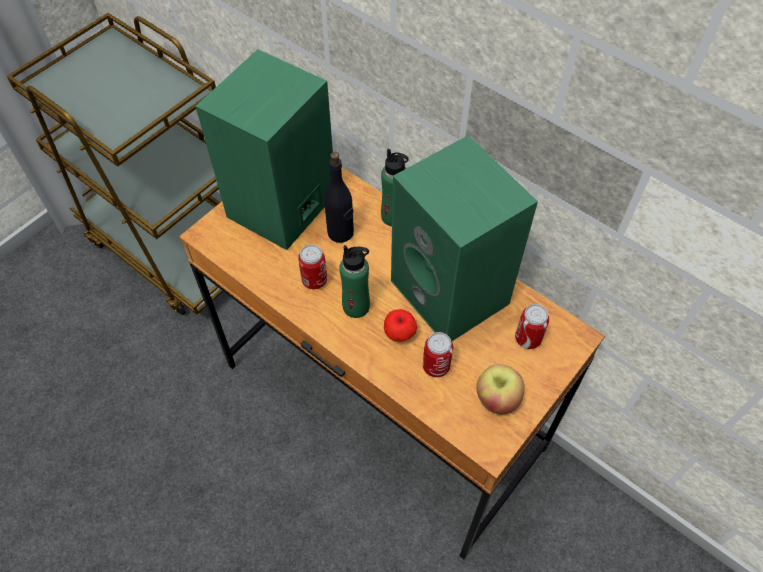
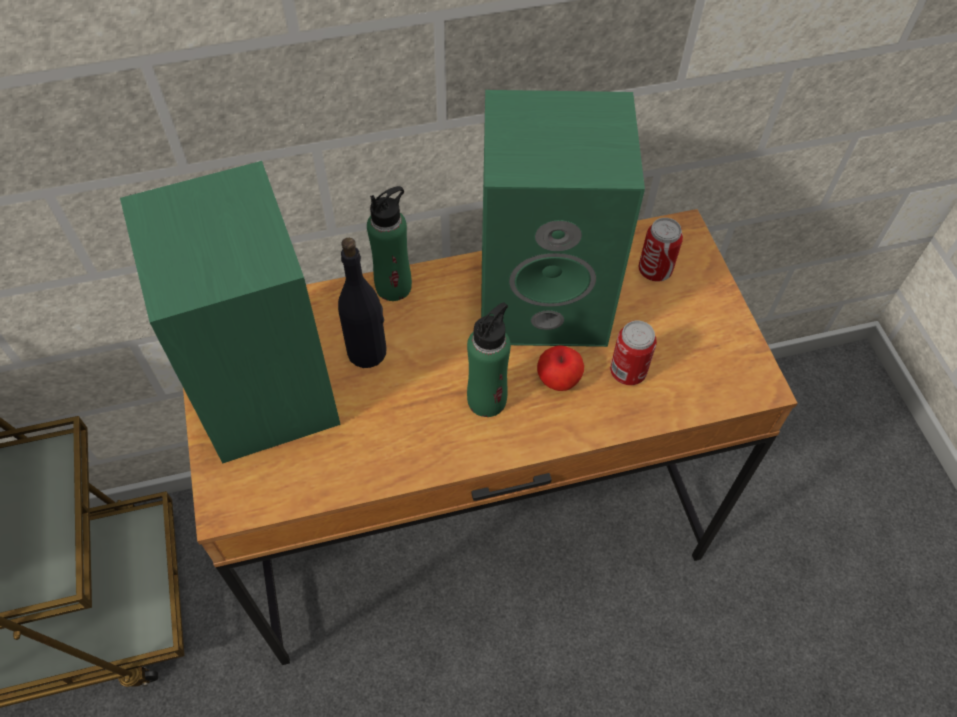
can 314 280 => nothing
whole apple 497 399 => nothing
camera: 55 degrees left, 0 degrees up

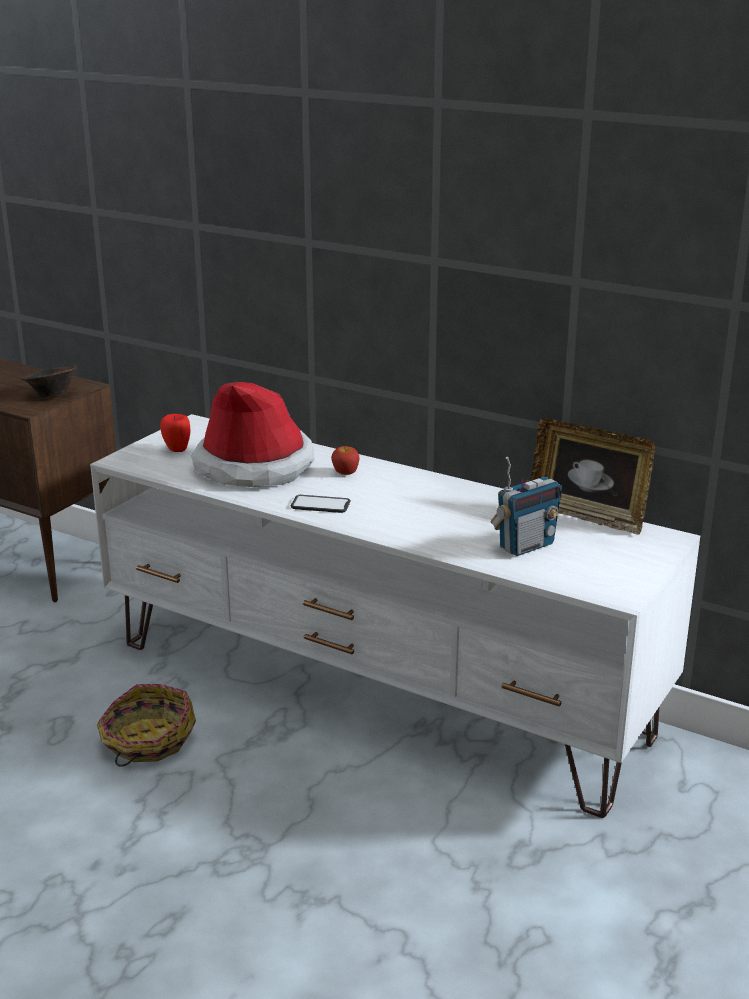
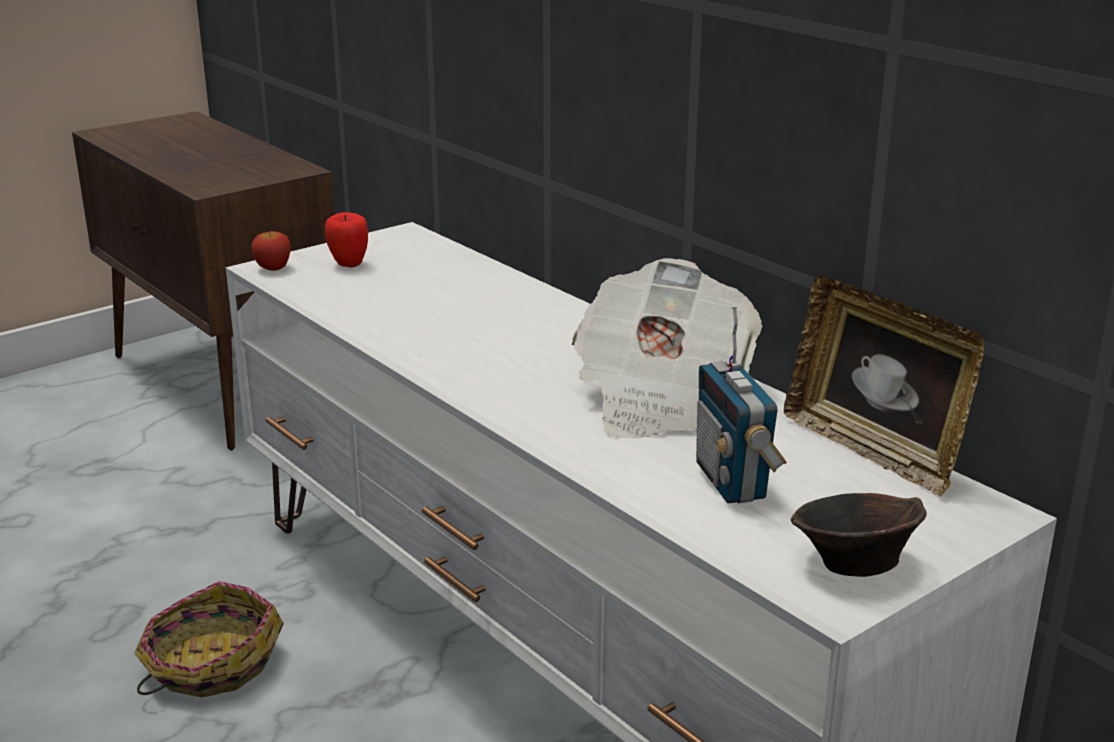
whole apple 345 472 => whole apple 273 268, shifted
nothing => printed paper 660 397
radio set 525 546 => radio set 733 482, 90 degrees clockwise
deep dish (brownish) 51 396 => deep dish (brownish) 852 565, shifted
clothing hat 254 466 => nothing
telephone 320 505 => nothing
camera: 20 degrees right, 0 degrees up

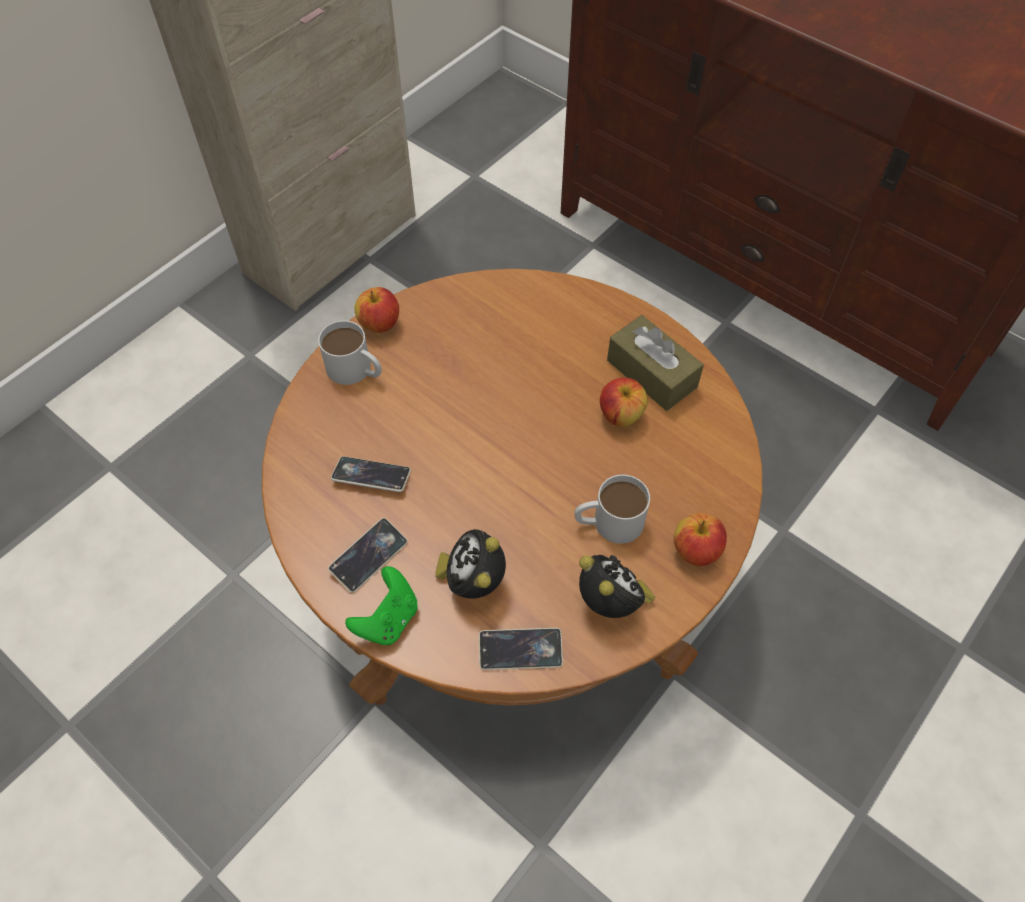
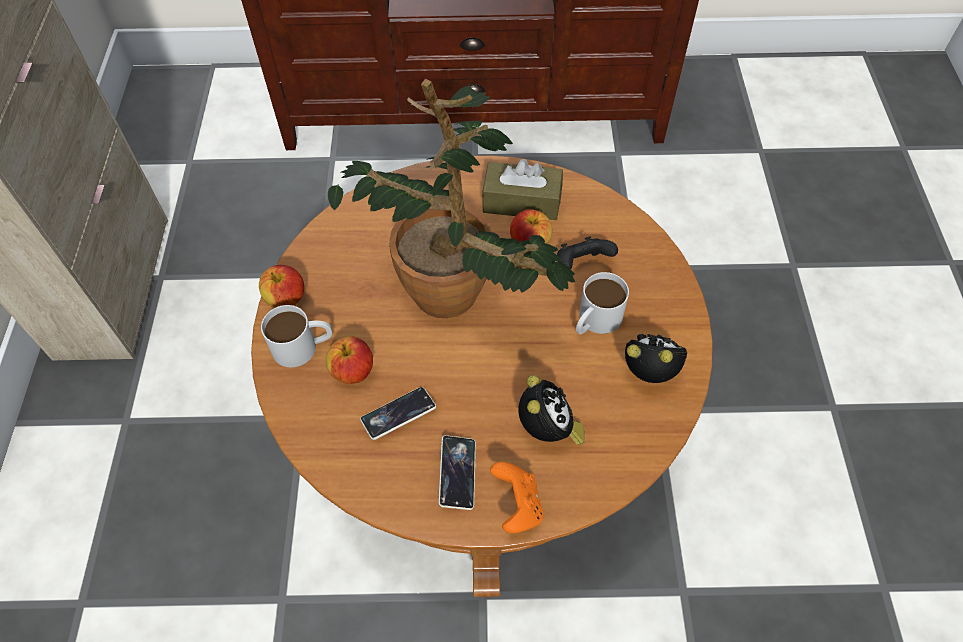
whole apple 696 551 => whole apple 353 371, shifted
nothing => houseplant 456 303
joypad (green-coloured) 388 619 => joypad (orange) 517 505
alarm clock 473 580 => alarm clock 548 430, 150 degrees counterclockwise
nothing => joypad (black) 581 264
telephone 520 651 => nothing
camera: 40 degrees left, 0 degrees up

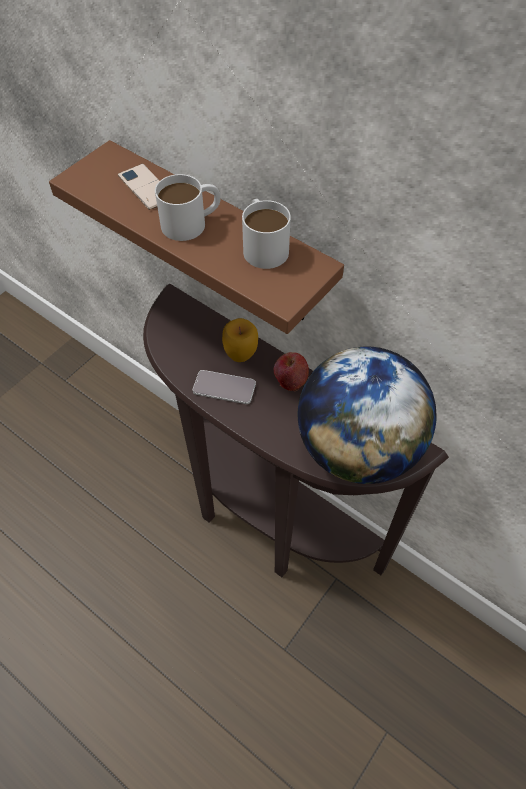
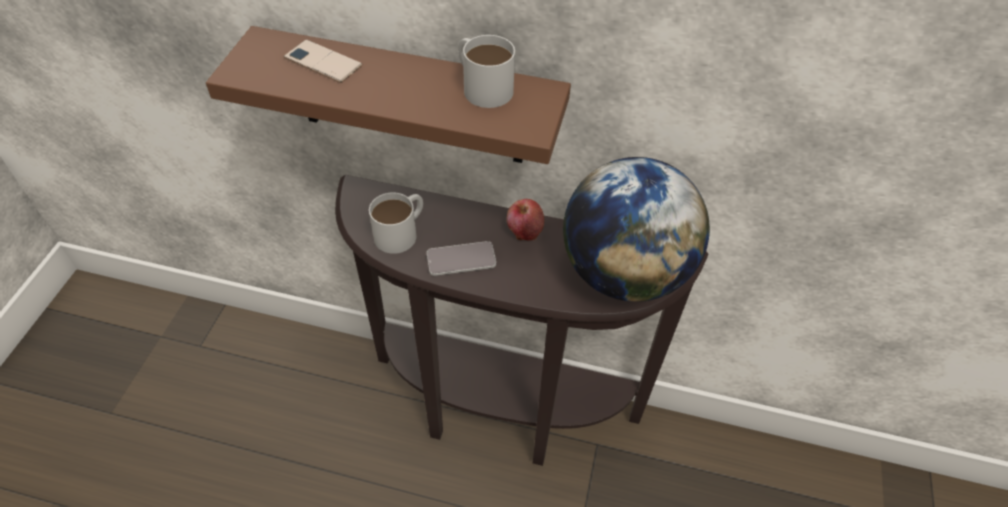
mug (white) 192 222 => mug (white) 401 231, shifted
whole apple 241 354 => nothing
camera: 25 degrees left, 5 degrees down

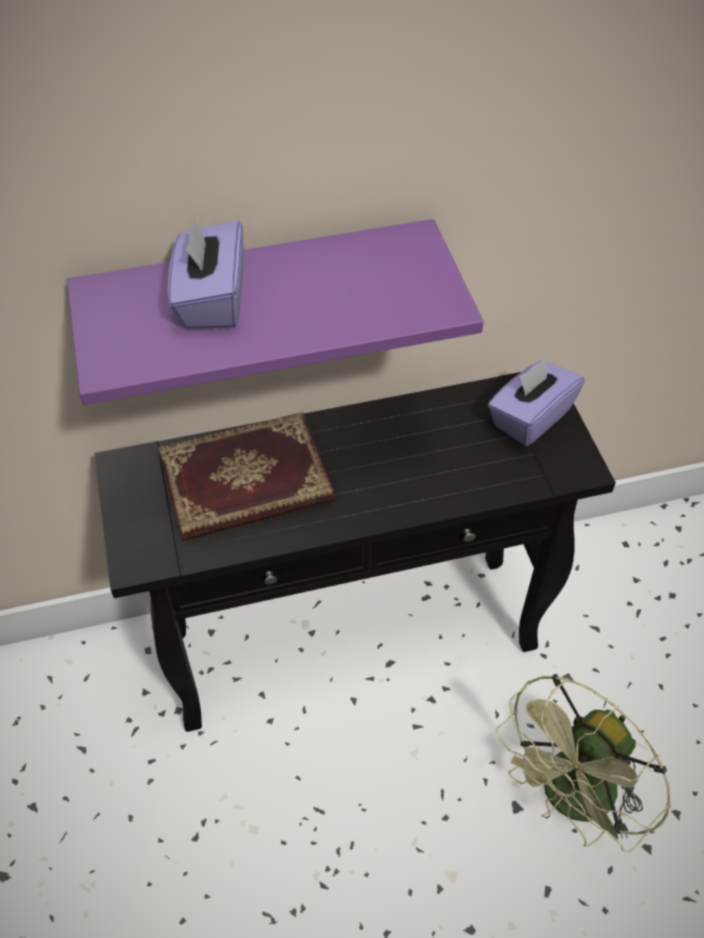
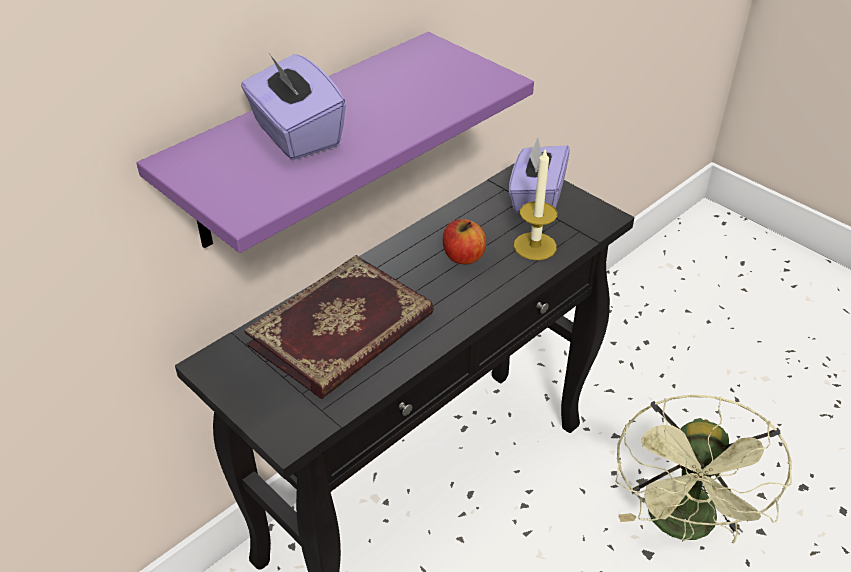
nothing => whole apple 463 256
nothing => candle 535 246
camera: 30 degrees left, 10 degrees down

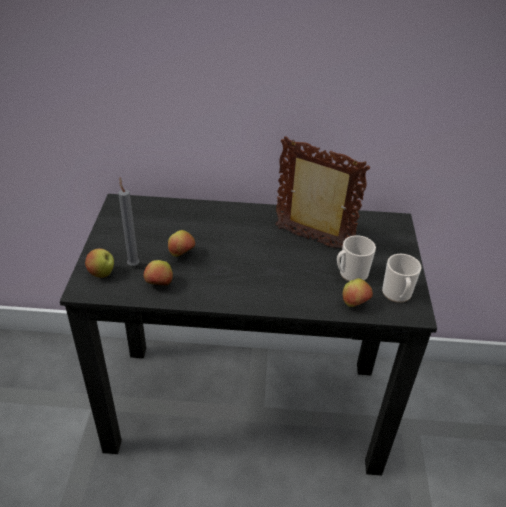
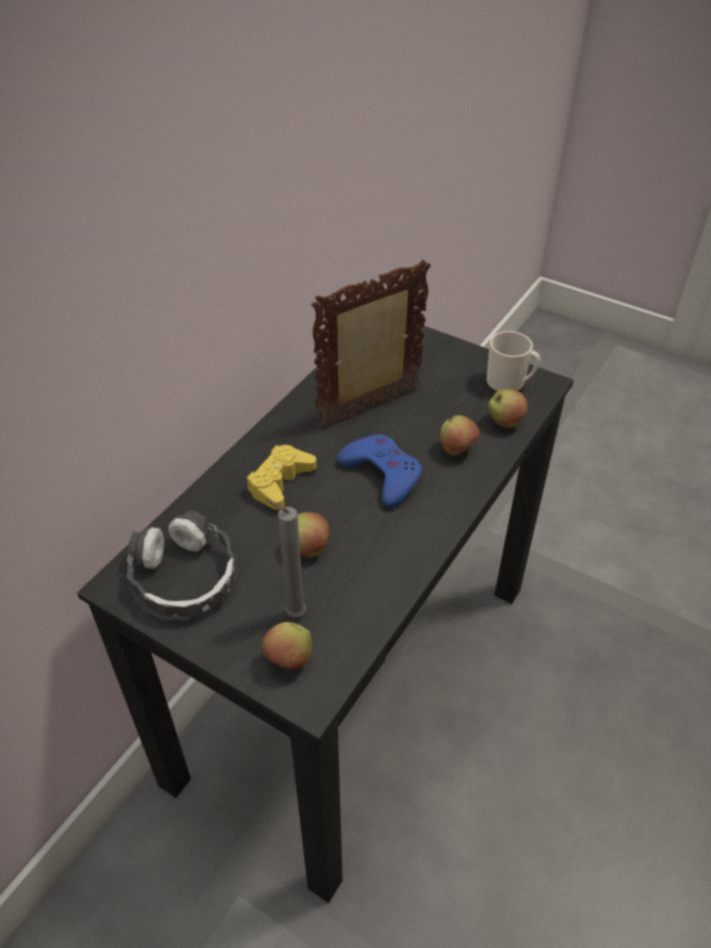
nothing => headphones 184 577
nothing => joypad (yellow) 280 482
nothing => joypad (blue) 382 474
whole apple 159 284 => whole apple 457 450, shifted
mug 350 274 => nothing
camera: 60 degrees left, 5 degrees up

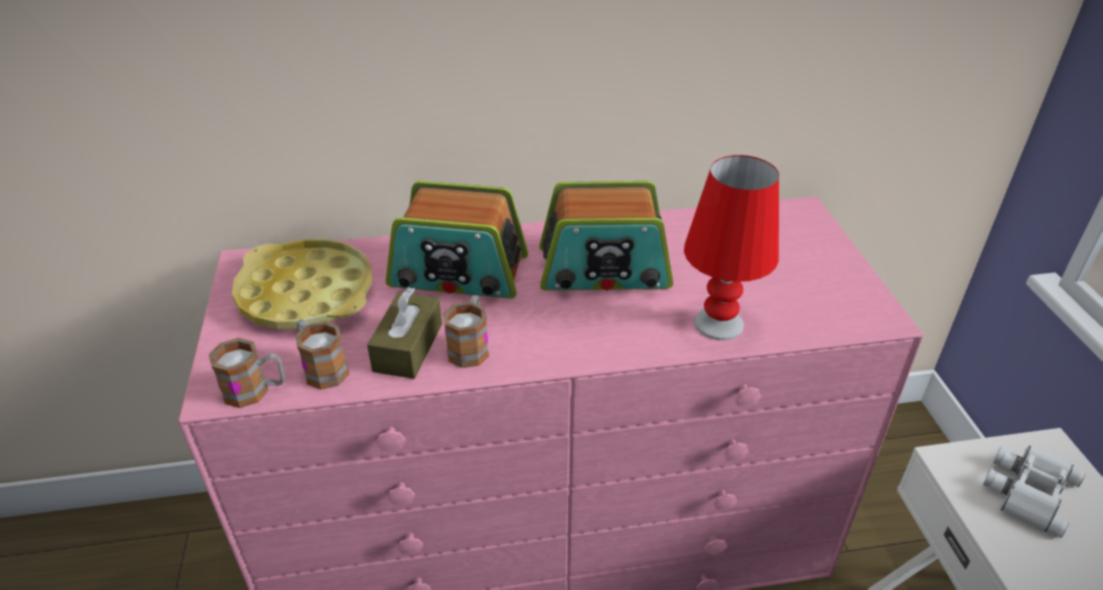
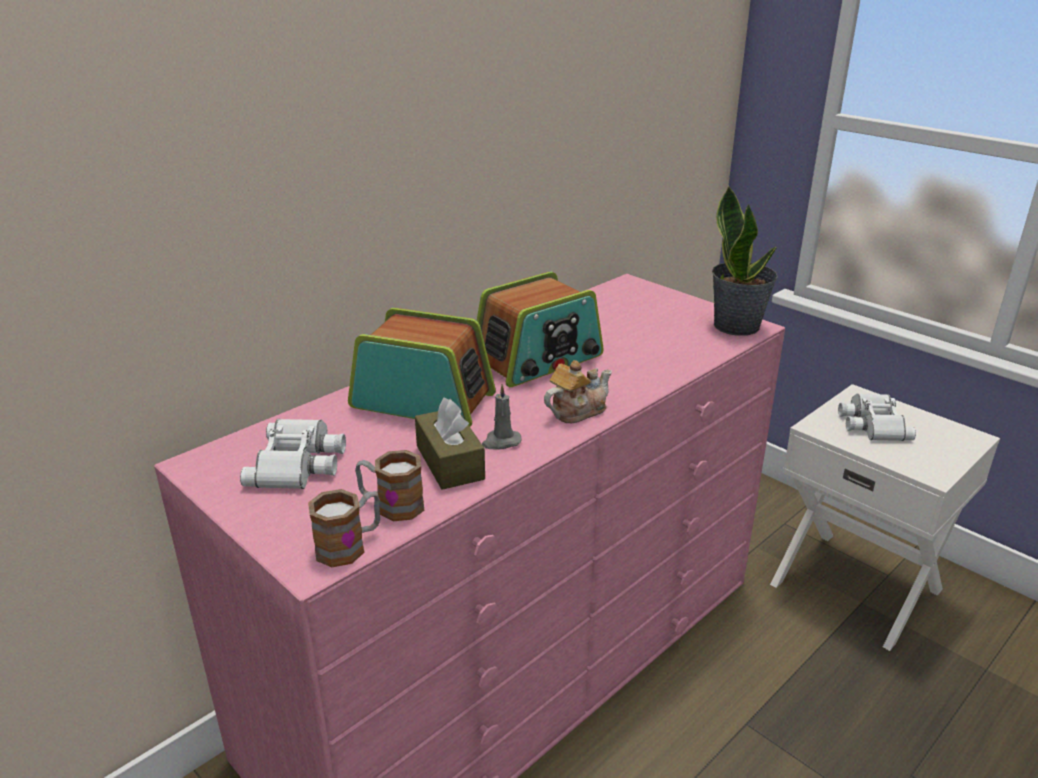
carrying tray (yellow) 306 294 => field glasses (white) 299 463
radio set 458 272 => radio set 423 400, 135 degrees counterclockwise
mug 470 346 => candle (greyish) 501 442
nothing => tea pot 576 411
nothing => houseplant 737 326
tabletop lamp (red) 718 324 => nothing
camera: 35 degrees left, 10 degrees down

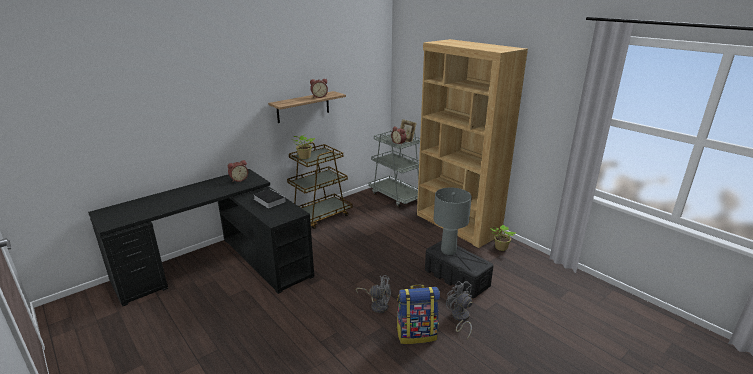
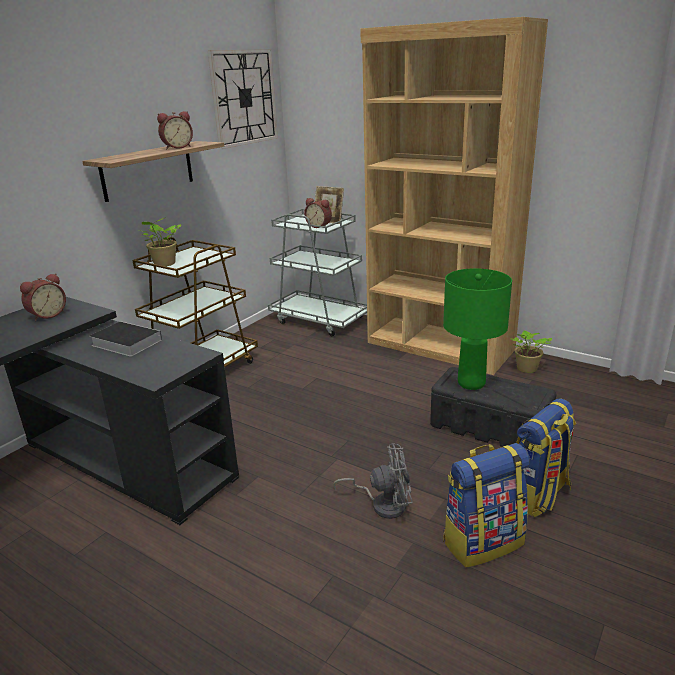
nothing => wall clock 244 98
tabletop lamp (greyish) 448 251 => tabletop lamp (green-coloured) 471 383
cooling fan (greyish) 459 318 => rucksack 537 495
camera: 15 degrees left, 0 degrees up

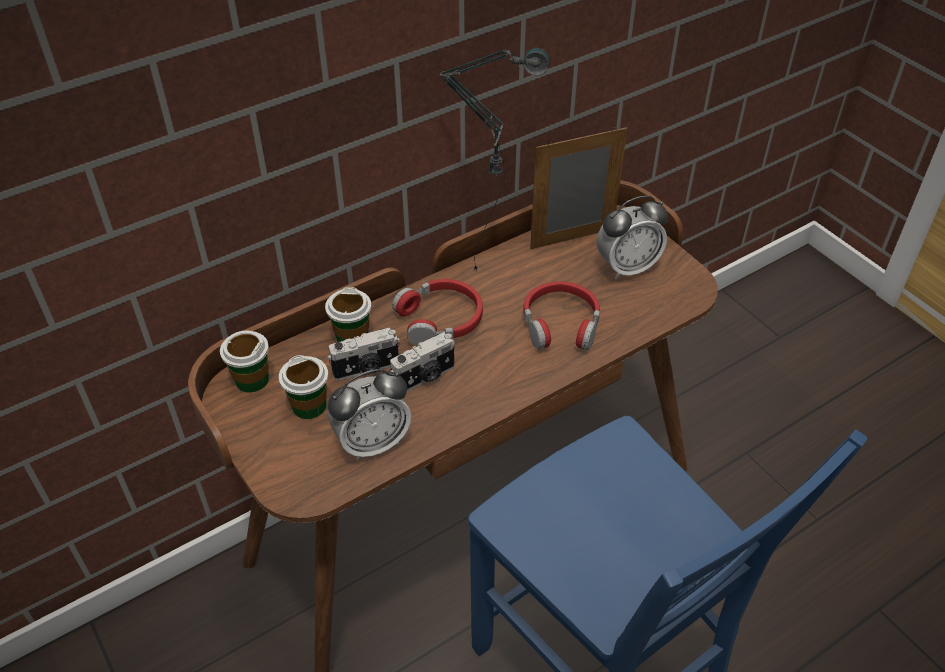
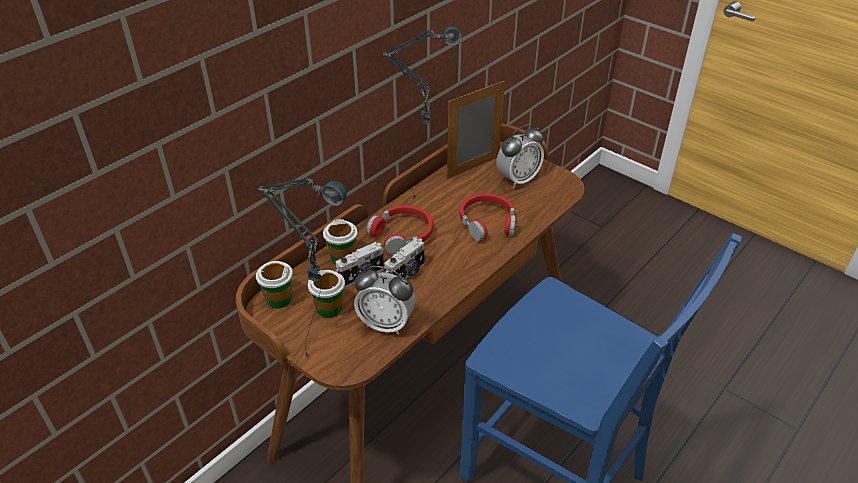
nothing => tabletop lamp 322 352
alarm clock 372 443 => alarm clock 386 324, 60 degrees clockwise
camera: 15 degrees left, 5 degrees down

